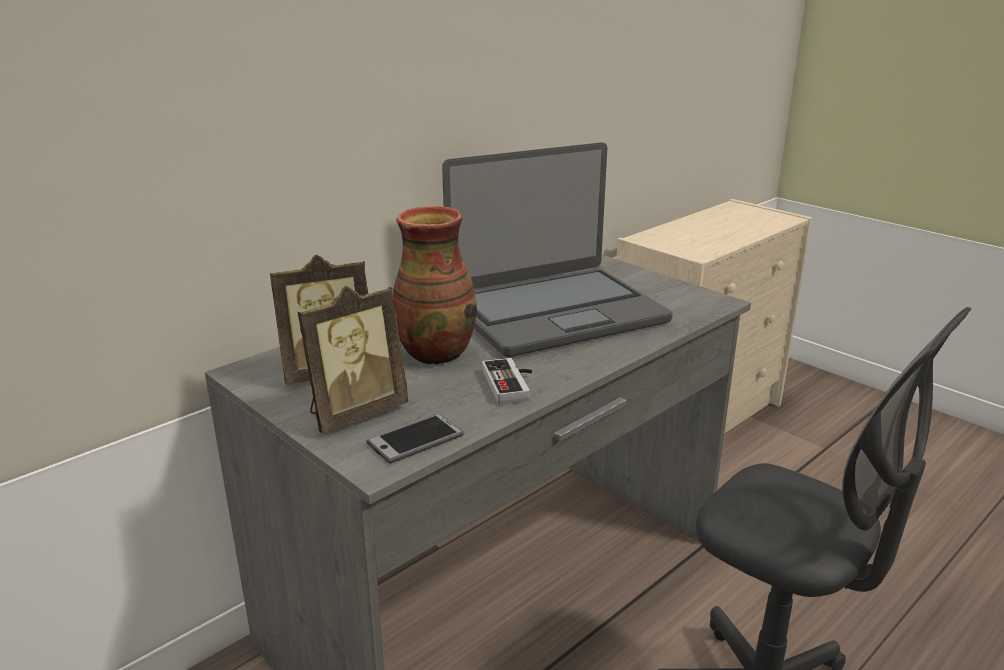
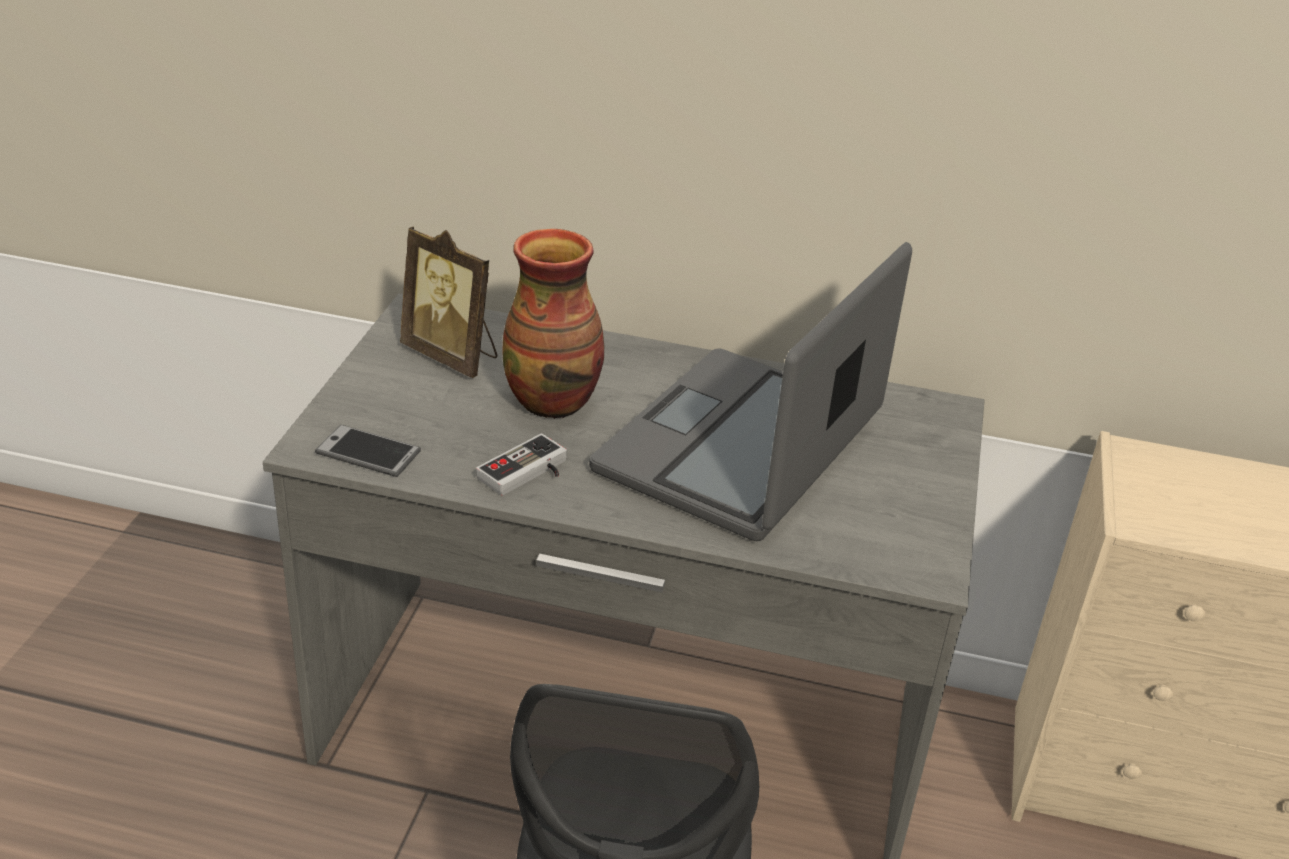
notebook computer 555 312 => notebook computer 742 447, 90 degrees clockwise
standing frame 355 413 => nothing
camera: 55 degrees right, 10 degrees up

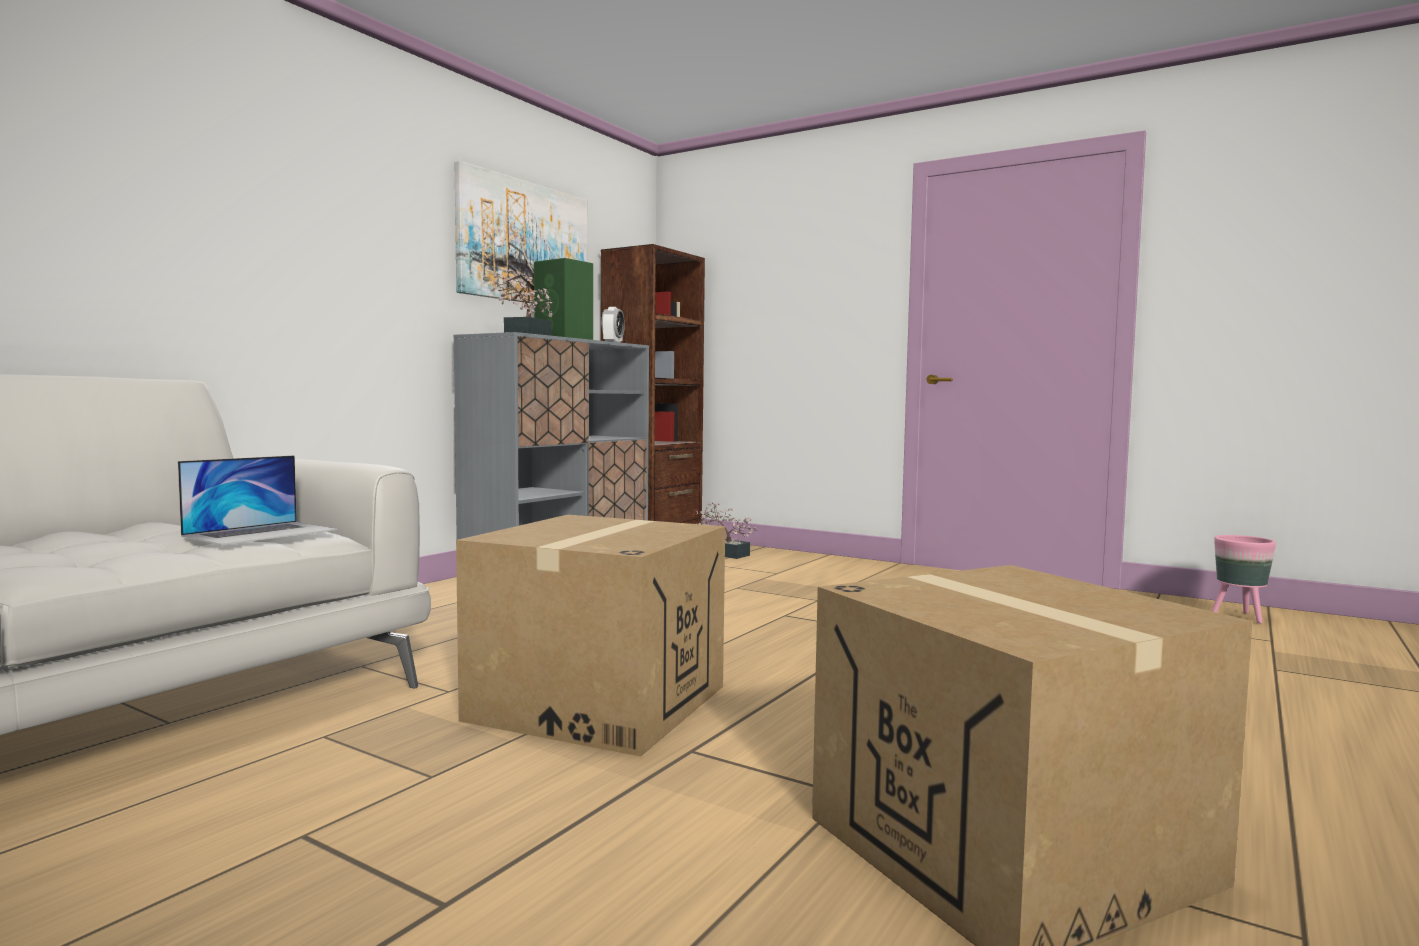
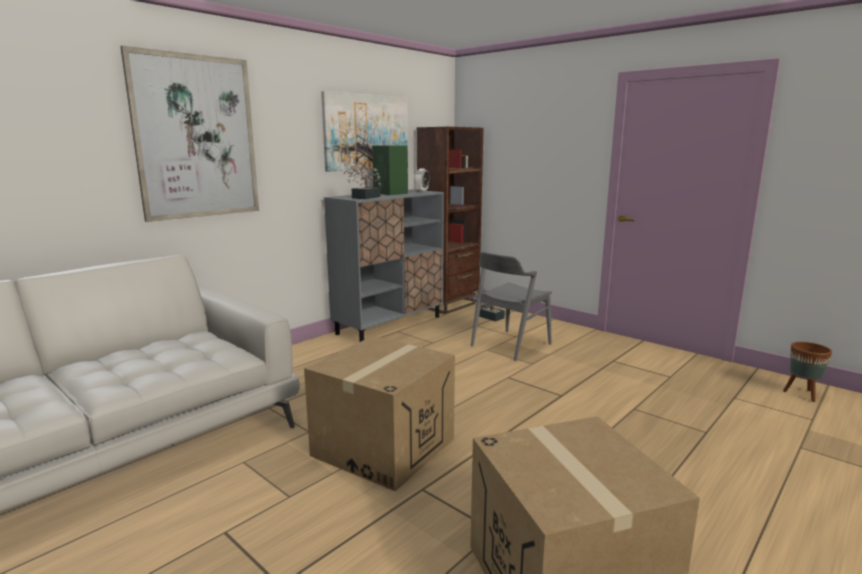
nothing => picture 196 137
nothing => chair (greyish) 510 345
flower pot (pink) 1240 617 => flower pot (brownish) 802 394
notebook computer 261 533 => nothing
camera: 10 degrees right, 10 degrees up

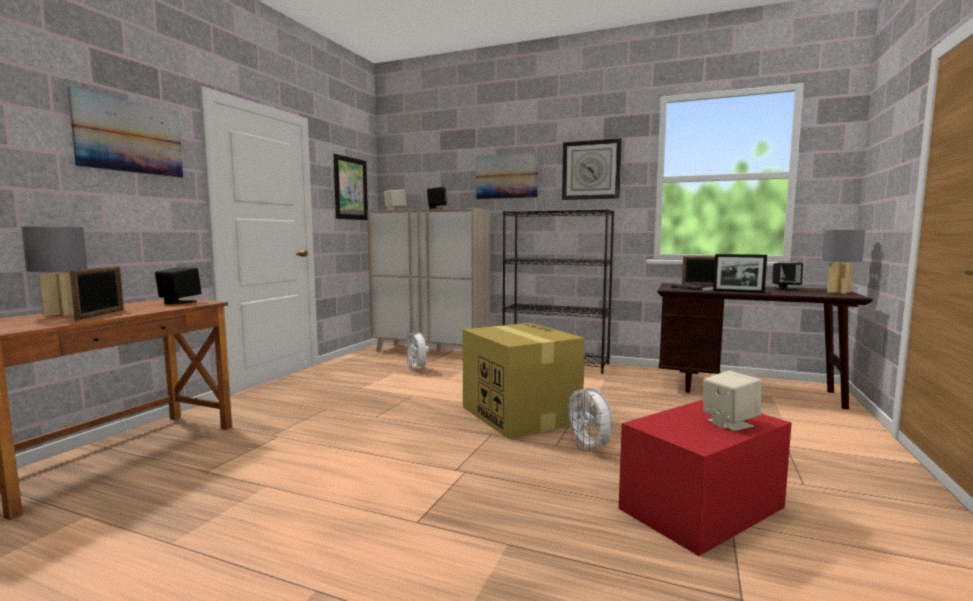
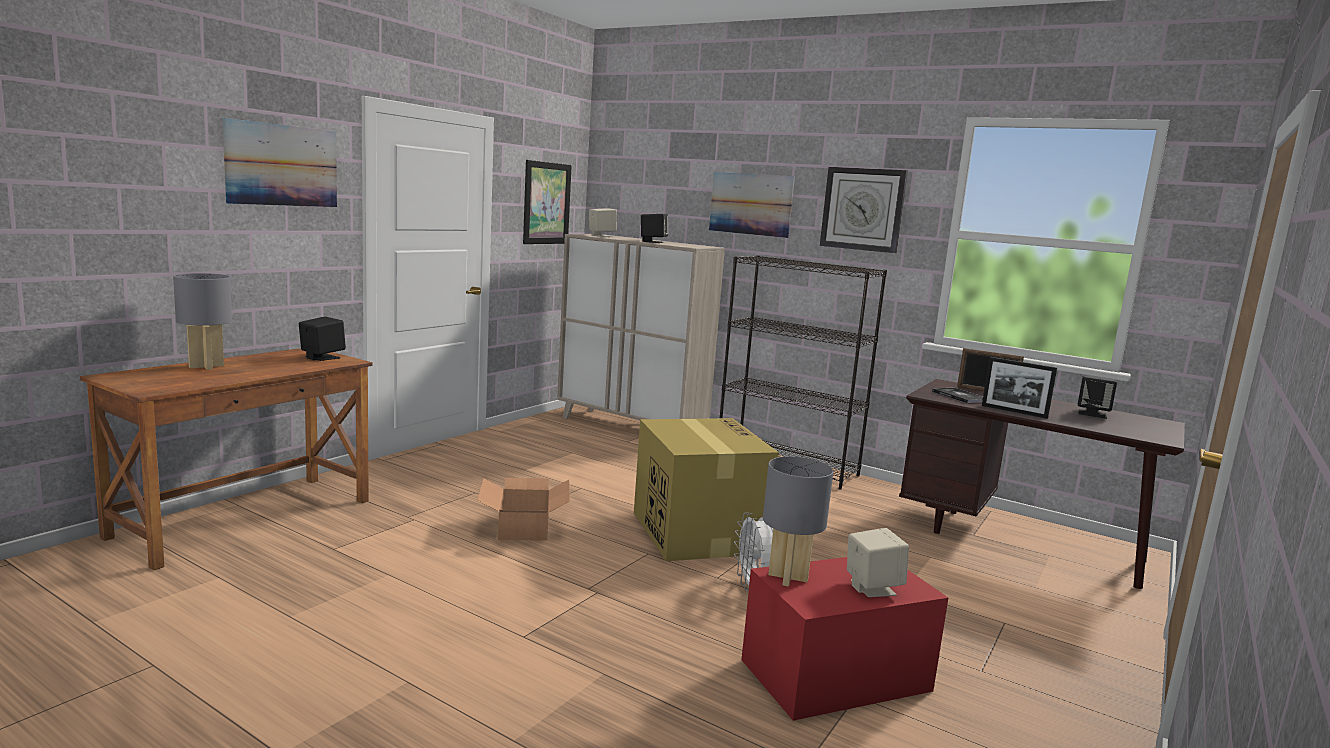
nothing => carton 525 527
tabletop lamp (greyish) 839 292 => tabletop lamp (greyish) 788 577, shifted
standing frame 101 314 => nothing
cooling fan (white) 417 370 => nothing
camera: 10 degrees right, 5 degrees up

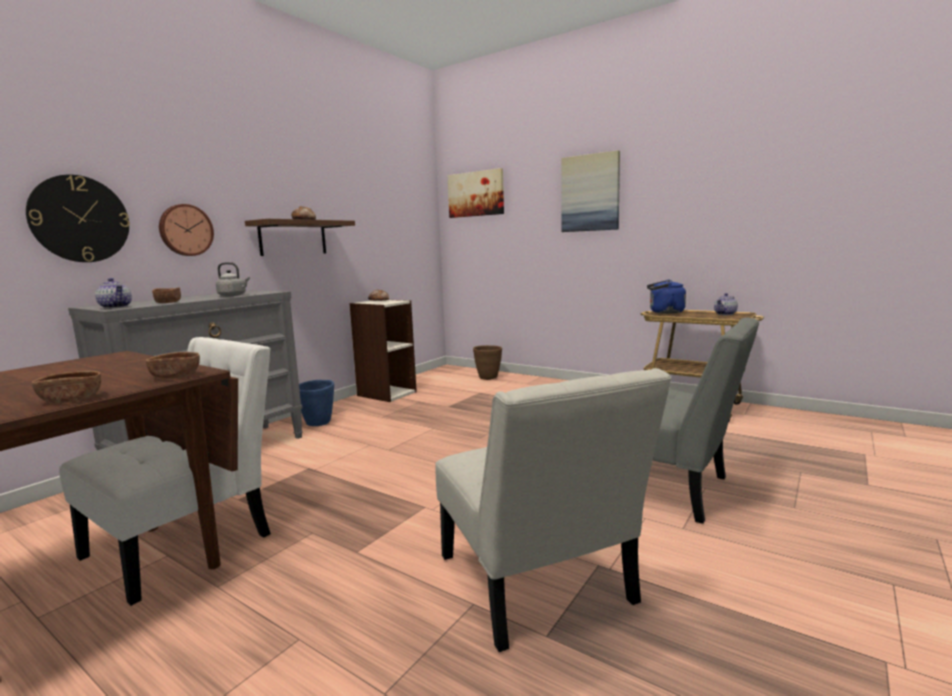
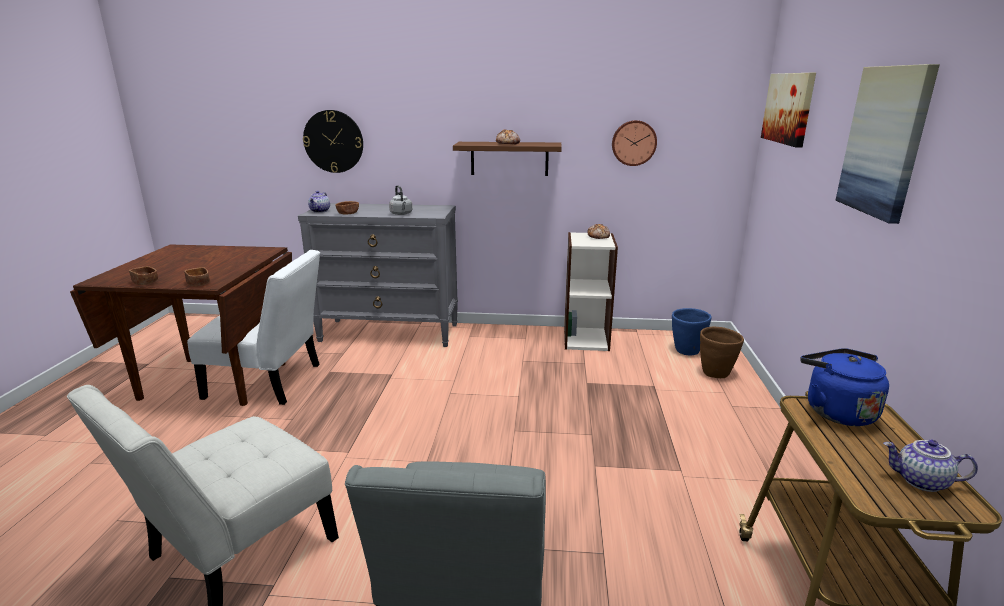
wall clock 185 230 => wall clock 633 143, shifted
flower pot (blue) 318 423 => flower pot (blue) 686 351, shifted
camera: 60 degrees right, 10 degrees up

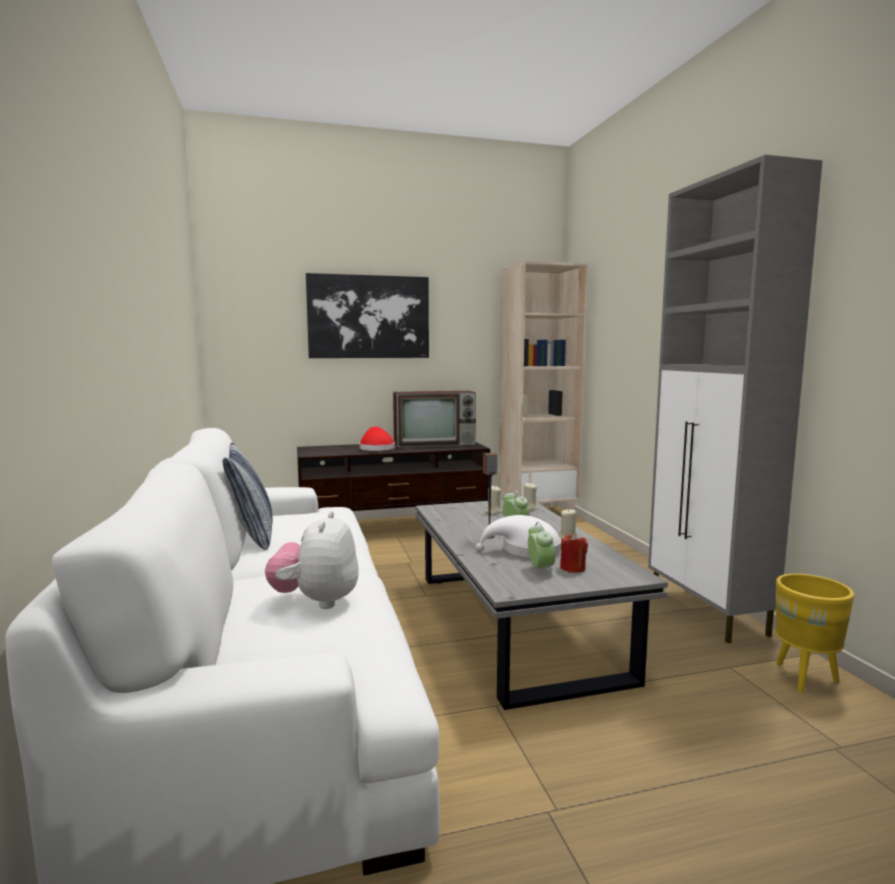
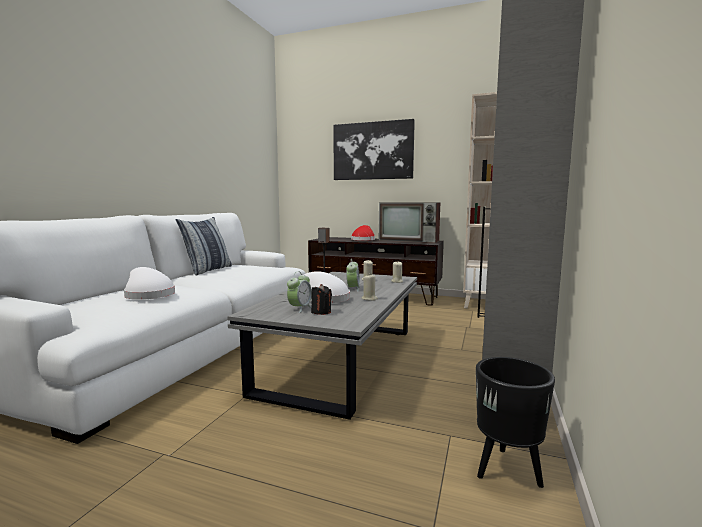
cuddly toy 316 601 => clothing hat (white) 148 295
candle (red) 572 568 => candle (black) 321 312
flower pot (yellow) 805 680 => flower pot (black) 507 471
camera: 35 degrees right, 0 degrees up

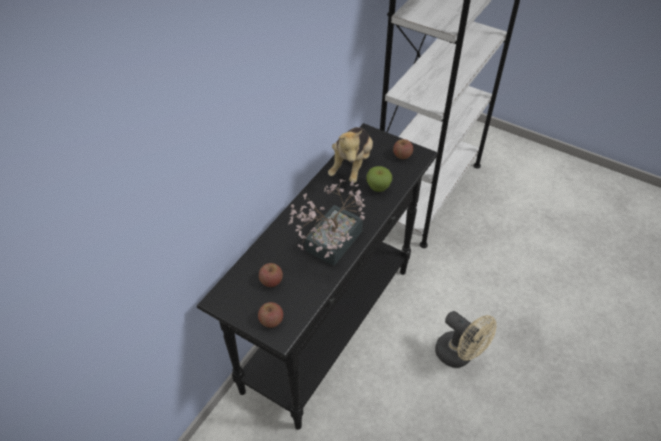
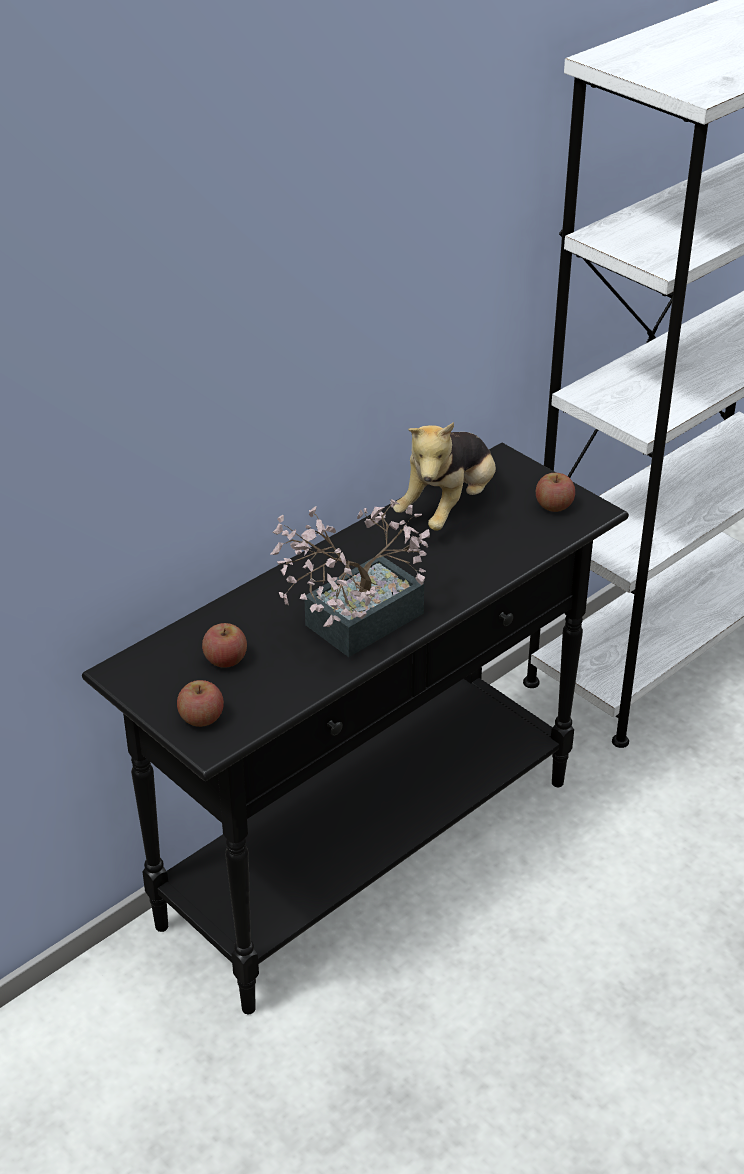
whole apple 378 187 => nothing
cooling fan (beige) 459 355 => nothing
camera: 15 degrees right, 10 degrees down

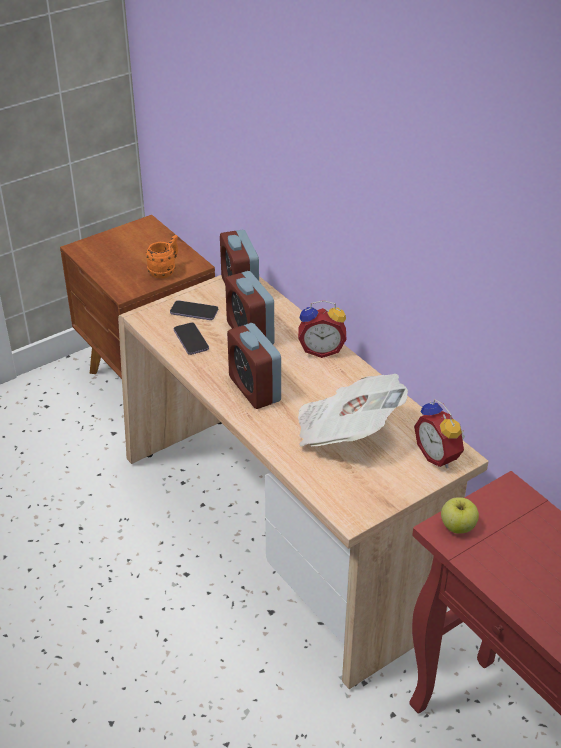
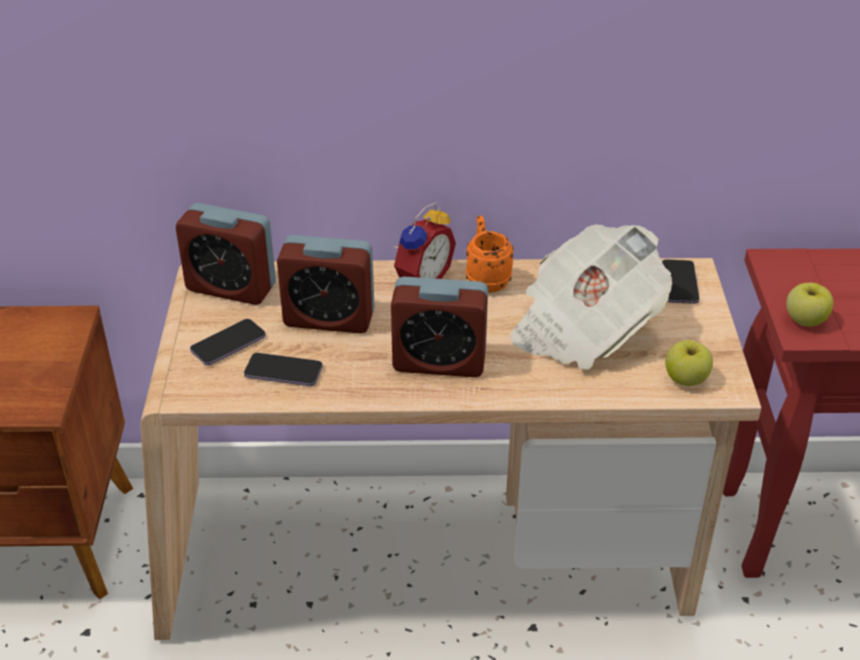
mug (orange) 165 271 => mug (orange) 486 278, shifted
alarm clock 439 455 => telephone 679 283
nothing => whole apple 686 379
camera: 55 degrees left, 0 degrees up

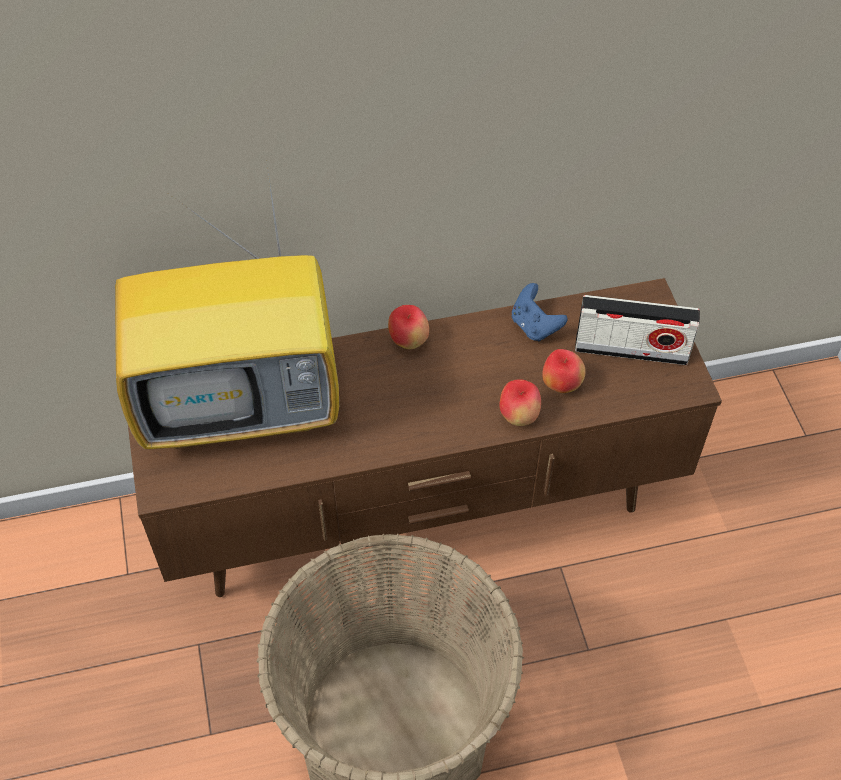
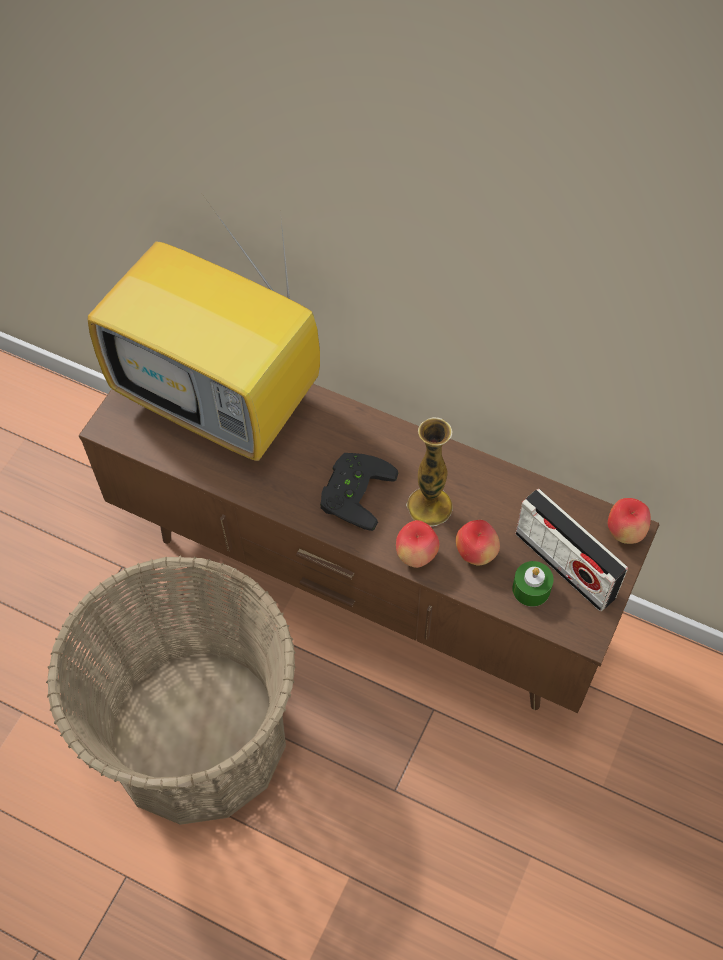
nothing => joypad (black) 352 491
nothing => decorative vase 430 506
nothing => candle (green-coloured) 531 589
whole apple 408 341 => whole apple 625 532, shifted
joypad (blue) 534 326 => nothing
camera: 40 degrees right, 5 degrees up

